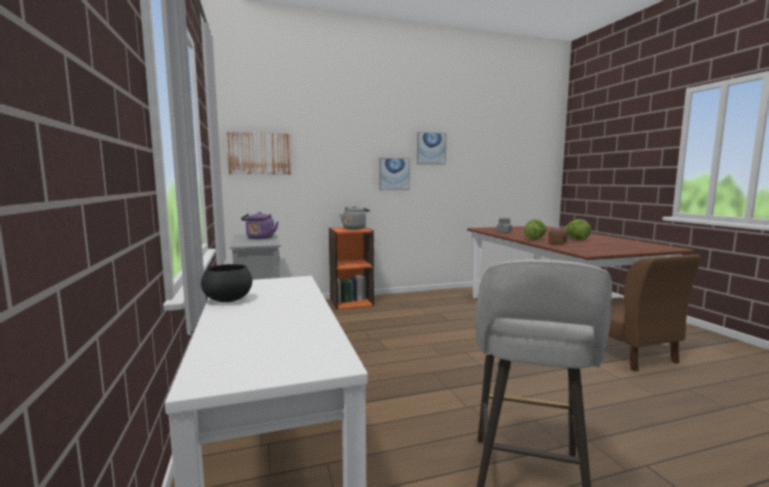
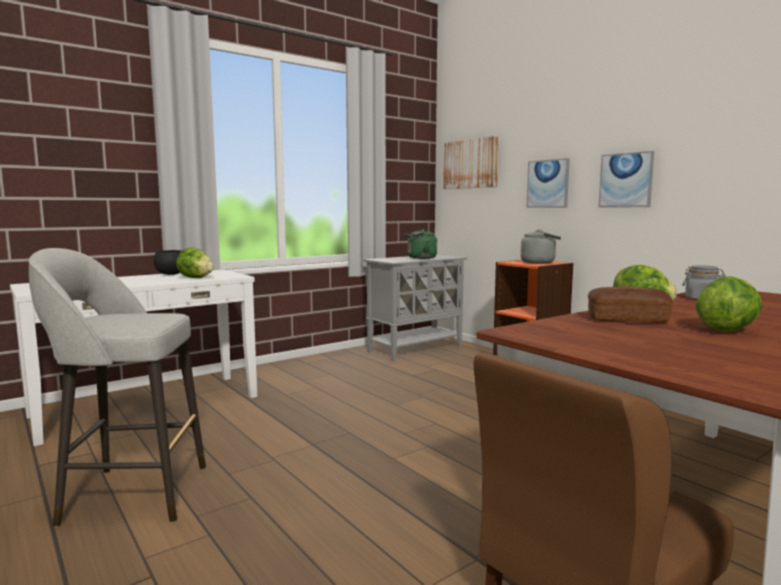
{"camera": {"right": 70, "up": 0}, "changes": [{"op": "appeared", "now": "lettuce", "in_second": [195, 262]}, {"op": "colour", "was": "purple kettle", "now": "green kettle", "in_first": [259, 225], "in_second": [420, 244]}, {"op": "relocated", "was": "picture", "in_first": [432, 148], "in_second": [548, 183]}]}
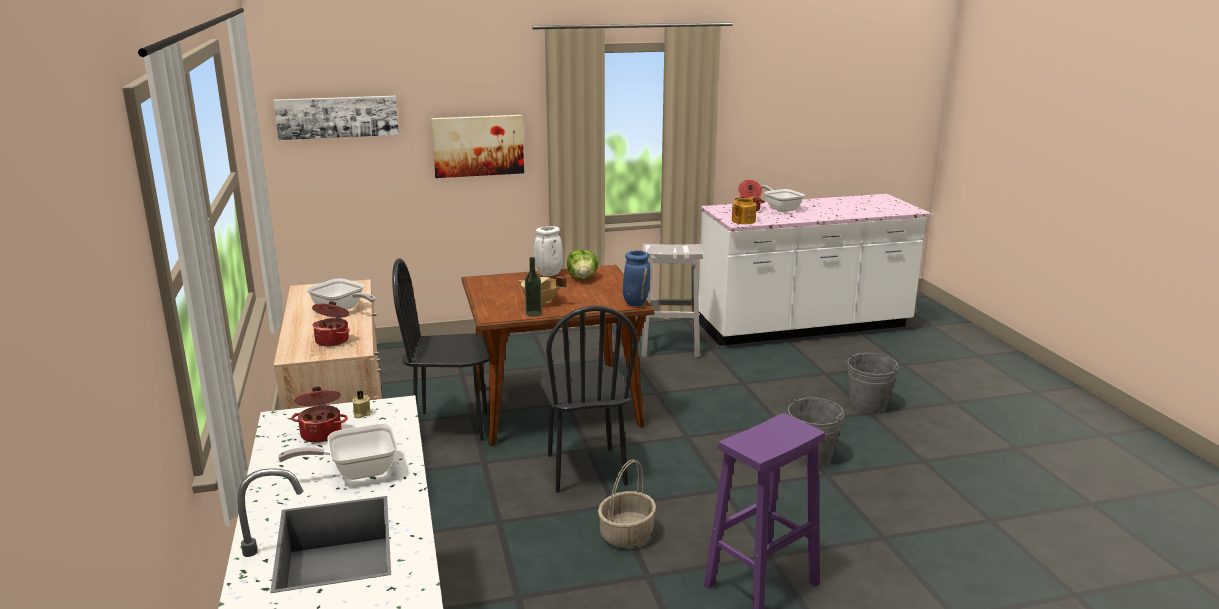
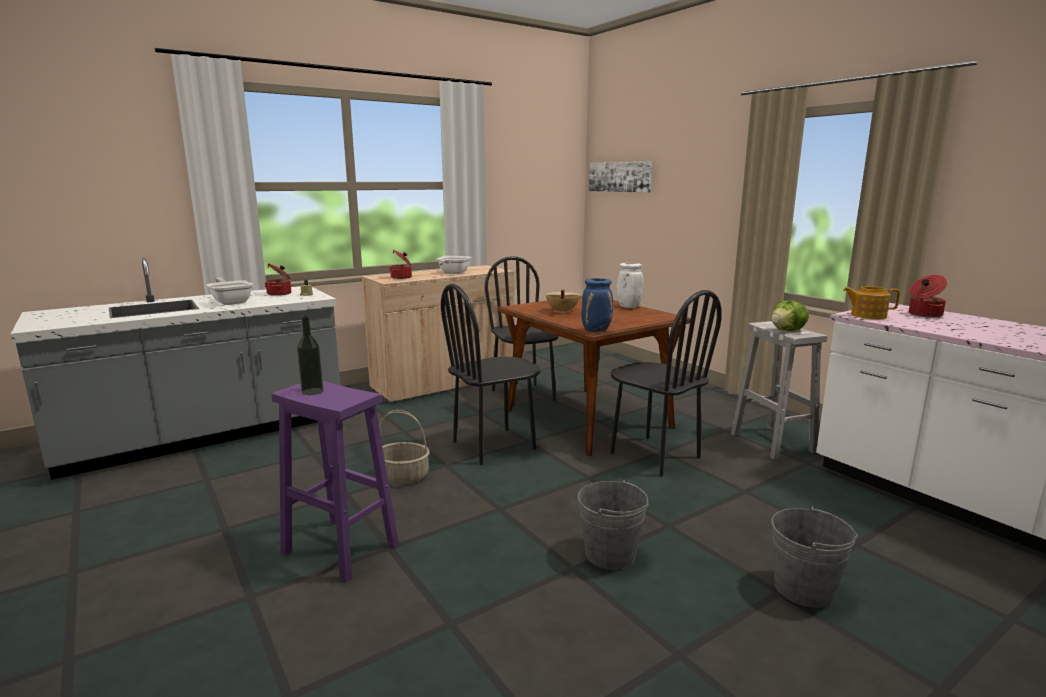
{"camera": {"right": 70, "up": -5}, "changes": [{"op": "relocated", "was": "bottle", "in_first": [533, 287], "in_second": [310, 355]}, {"op": "appeared", "now": "black chair", "in_second": [666, 383]}, {"op": "relocated", "was": "lettuce", "in_first": [583, 264], "in_second": [790, 315]}, {"op": "missing", "was": "picture", "in_first": [477, 146]}, {"op": "missing", "was": "frying pan", "in_first": [783, 198]}]}
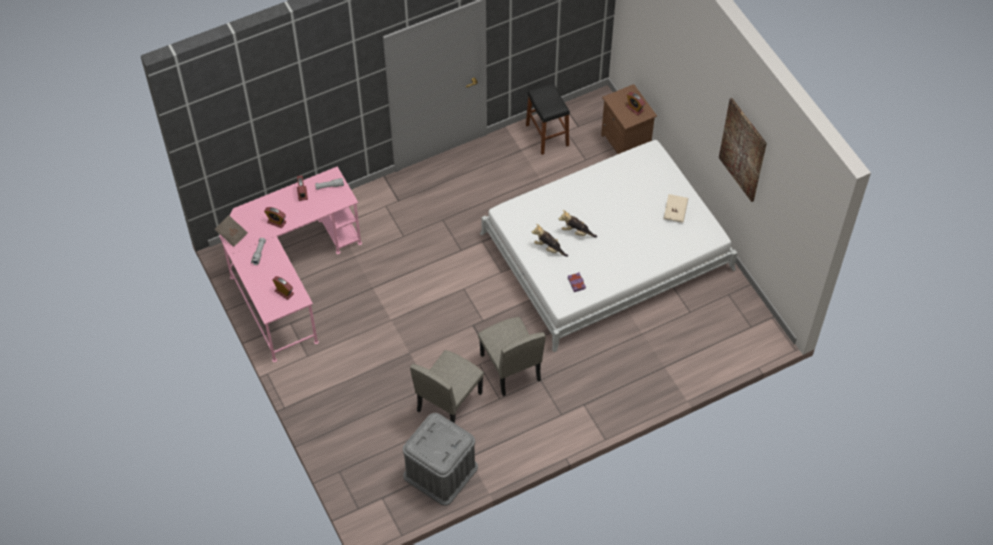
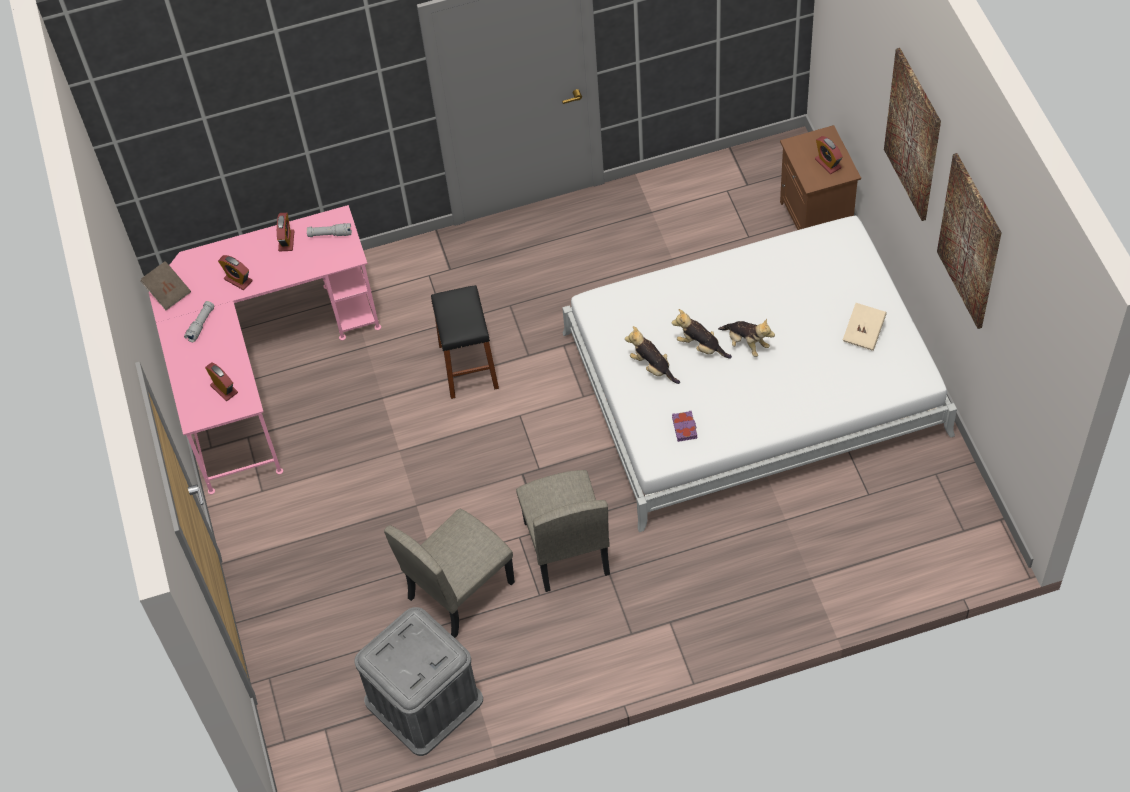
{"camera": {"right": 15, "up": 0}, "changes": [{"op": "relocated", "was": "black stool", "in_first": [548, 119], "in_second": [465, 342]}, {"op": "appeared", "now": "plush toy", "in_second": [746, 338]}, {"op": "appeared", "now": "picture", "in_second": [912, 134]}]}
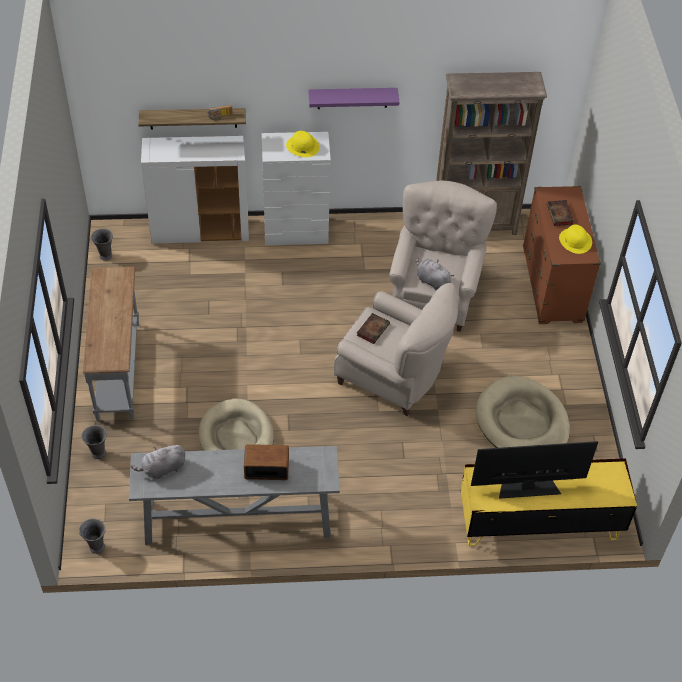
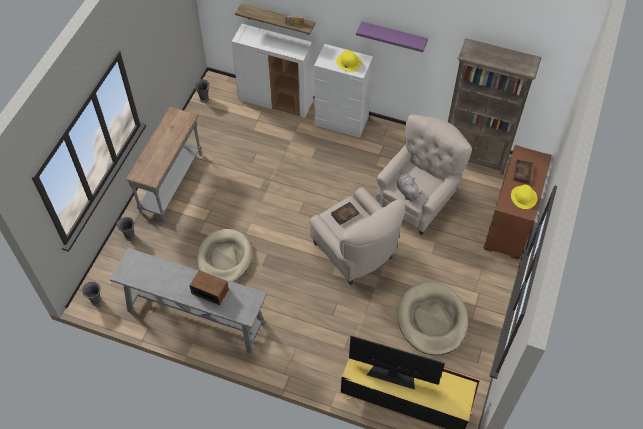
{"camera": {"right": 25, "up": 5}, "changes": [{"op": "missing", "was": "grey plush toy", "in_first": [158, 461]}]}
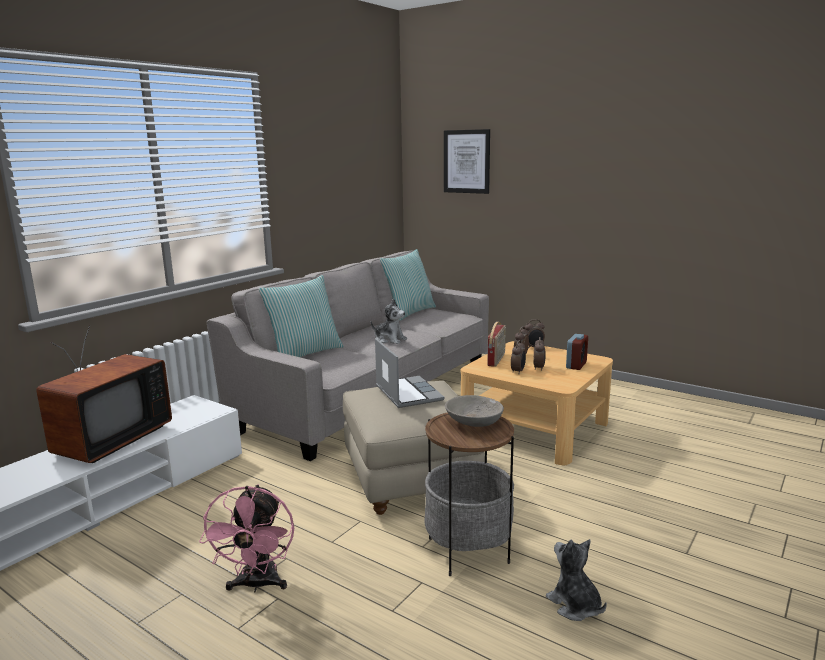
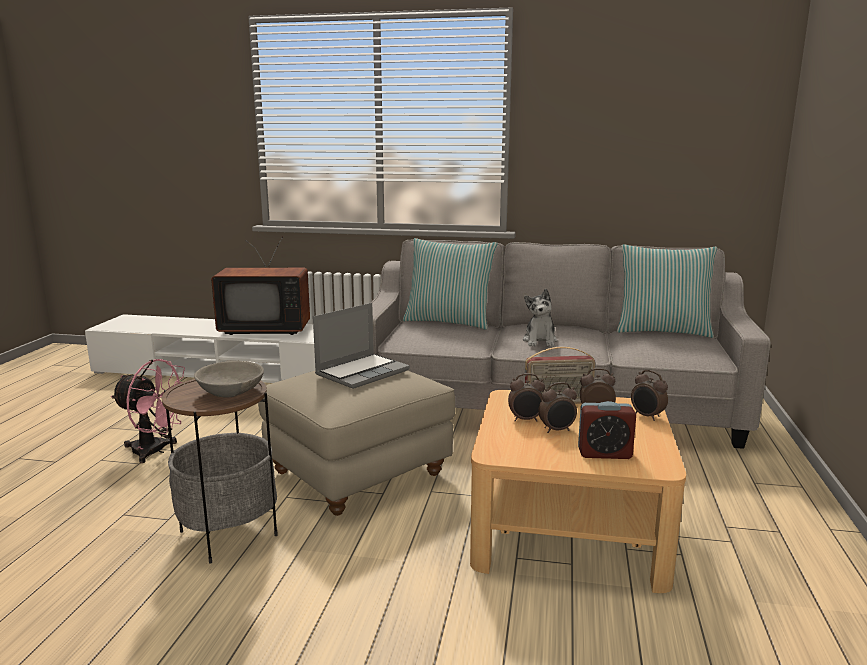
{"camera": {"right": 65, "up": 0}, "changes": [{"op": "spun", "was": "pink fan", "in_first": [246, 538], "in_second": [148, 411], "clockwise": -135}, {"op": "missing", "was": "picture", "in_first": [467, 161]}, {"op": "missing", "was": "plush toy", "in_first": [576, 580]}]}
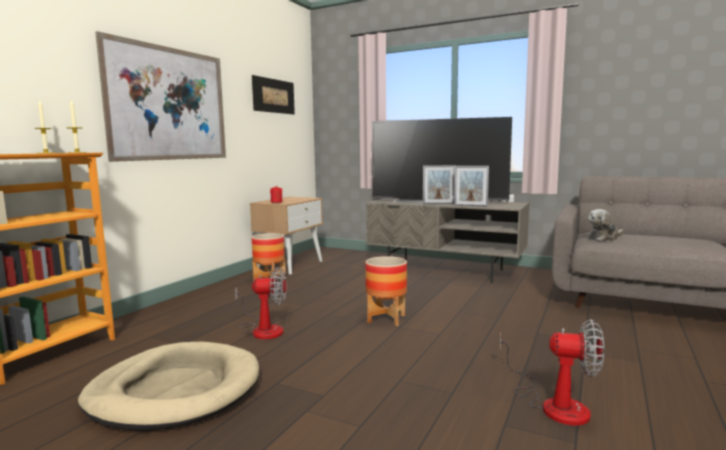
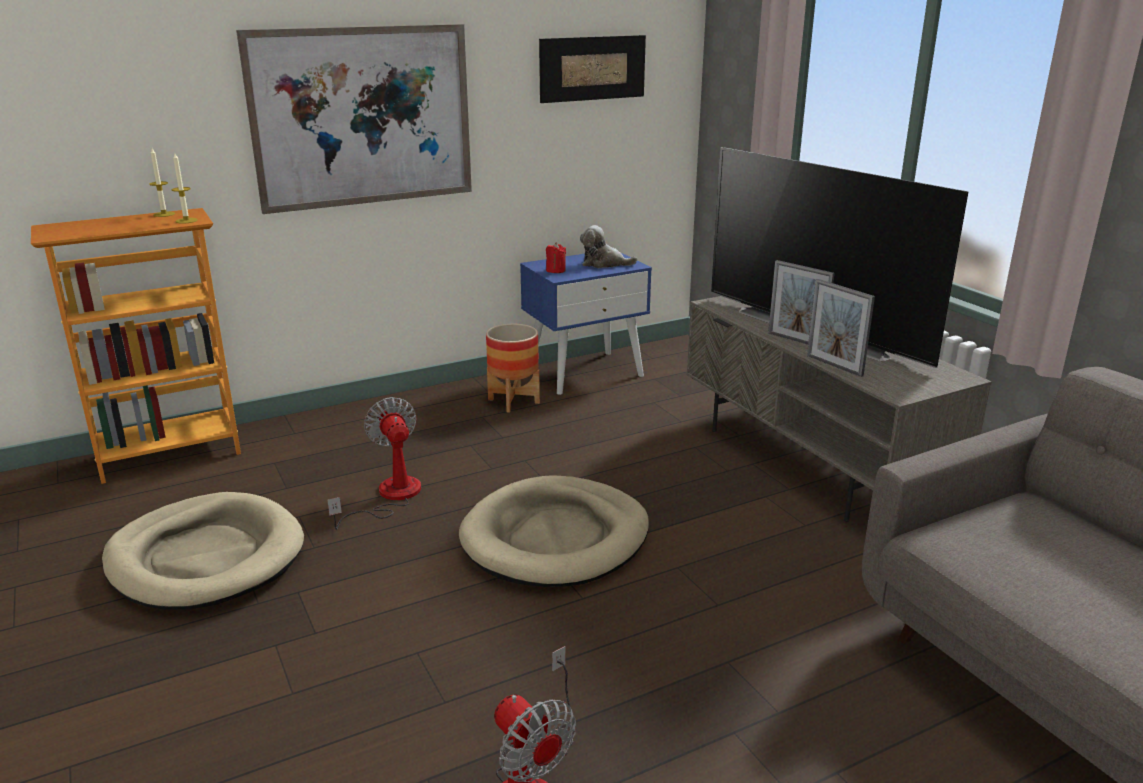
{"camera": {"right": 35, "up": 15}, "changes": [{"op": "spun", "was": "fan", "in_first": [261, 303], "in_second": [374, 463], "clockwise": -150}, {"op": "exchanged", "was": "planter", "now": "beige dog bed", "in_first": [386, 291], "in_second": [554, 531]}, {"op": "colour", "was": "beige nightstand", "now": "blue nightstand", "in_first": [286, 235], "in_second": [586, 323]}, {"op": "relocated", "was": "plush toy", "in_first": [606, 225], "in_second": [608, 246]}]}
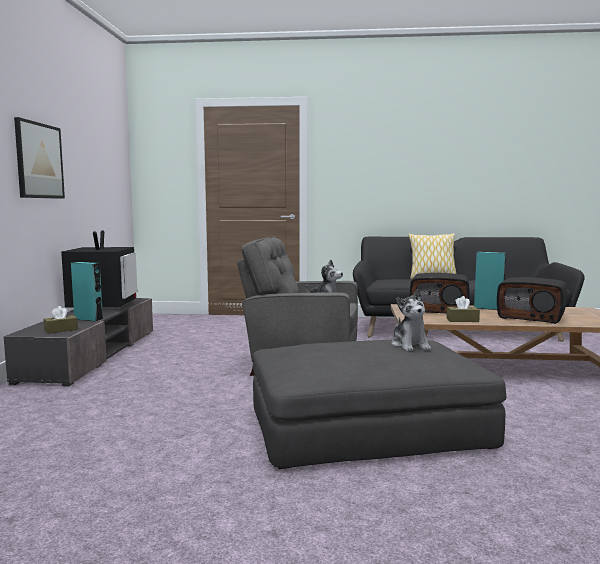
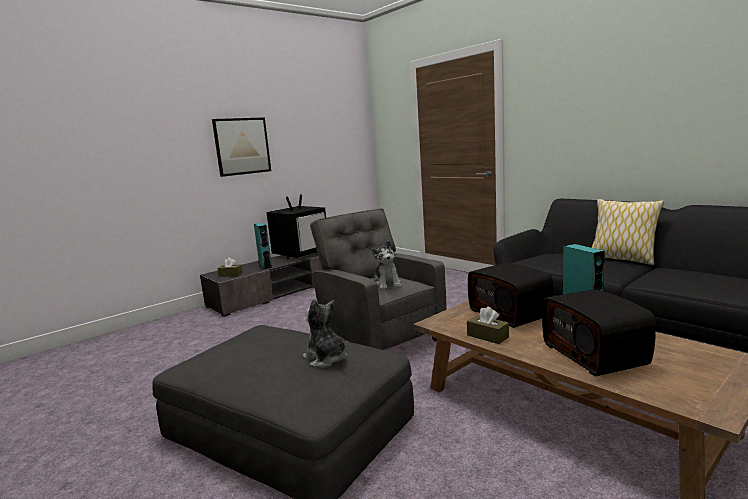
{"camera": {"right": 45, "up": 5}, "changes": [{"op": "spun", "was": "plush toy", "in_first": [411, 320], "in_second": [325, 333], "clockwise": 105}]}
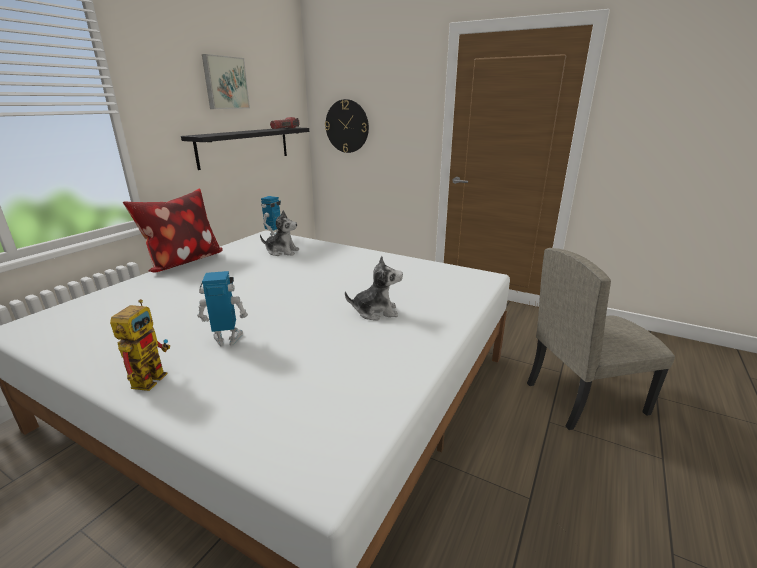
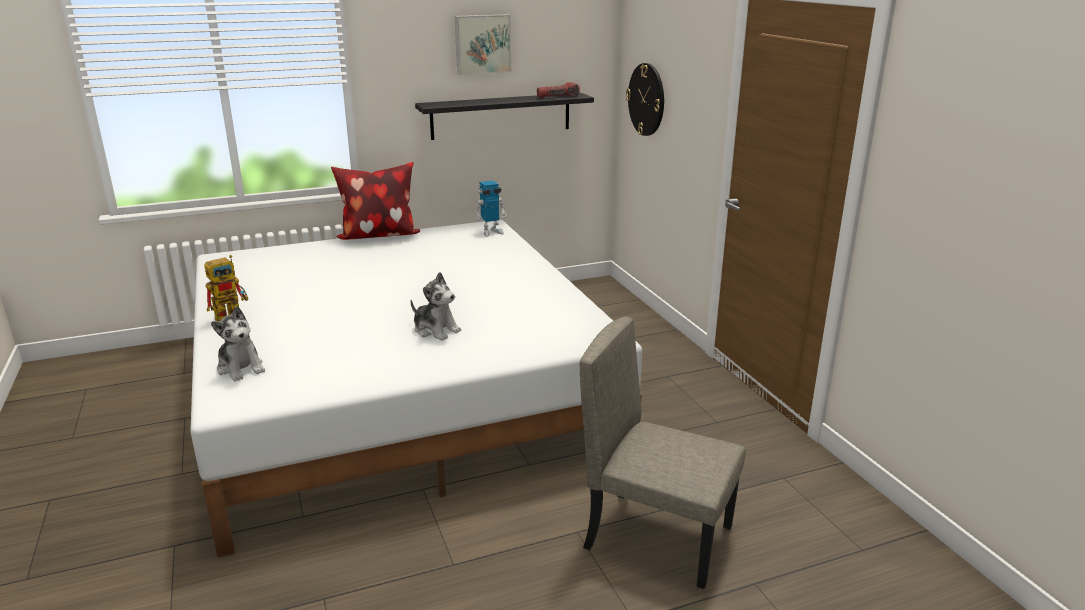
{"camera": {"right": 40, "up": 0}, "changes": [{"op": "relocated", "was": "plush toy", "in_first": [279, 233], "in_second": [238, 343]}, {"op": "missing", "was": "toy robot", "in_first": [222, 308]}]}
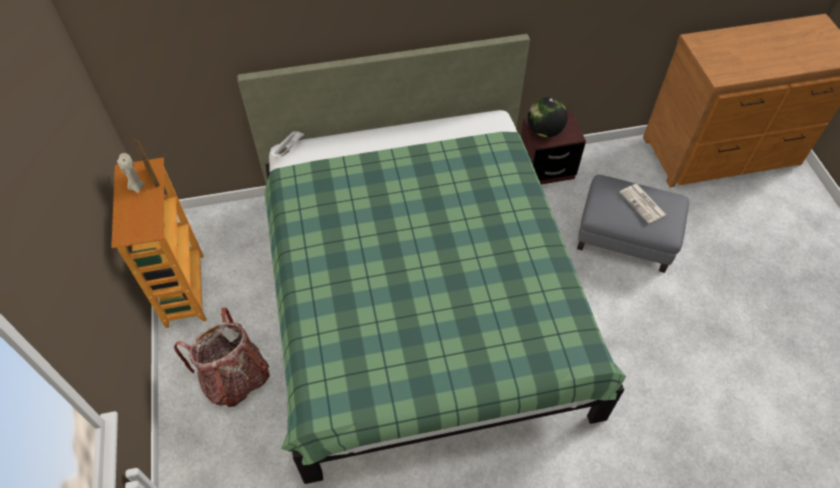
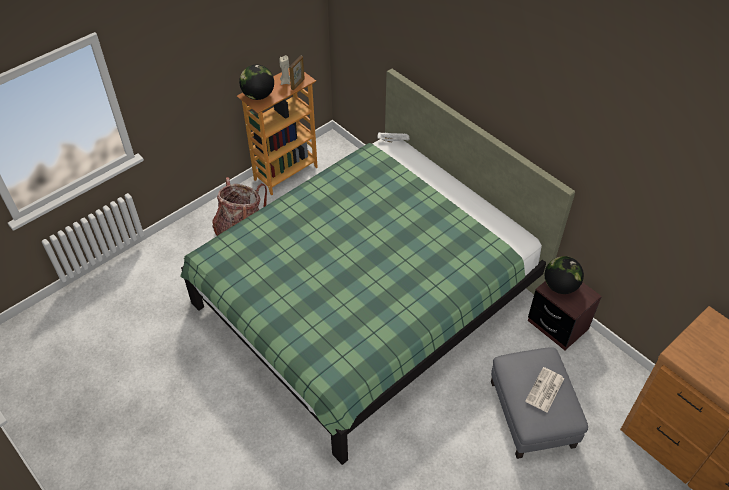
{"camera": {"right": 60, "up": -5}, "changes": [{"op": "appeared", "now": "globe", "in_second": [256, 82]}]}
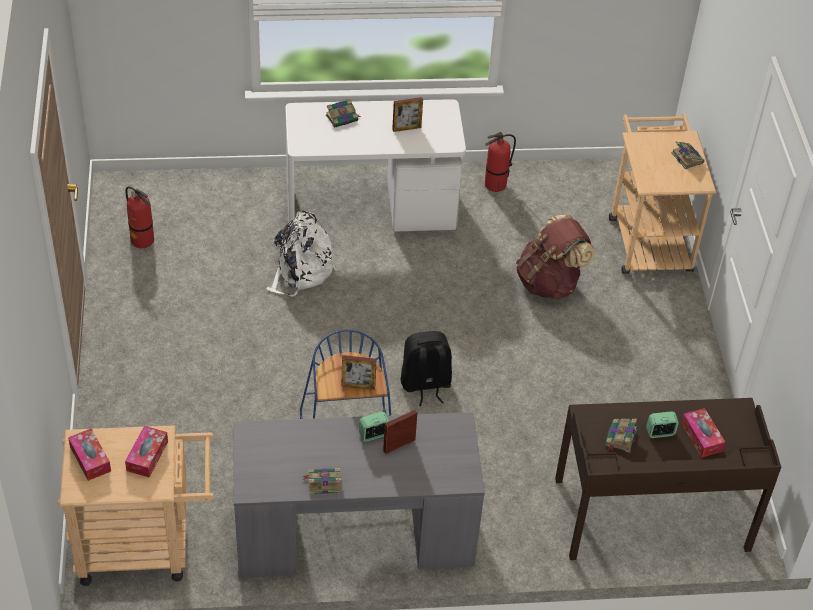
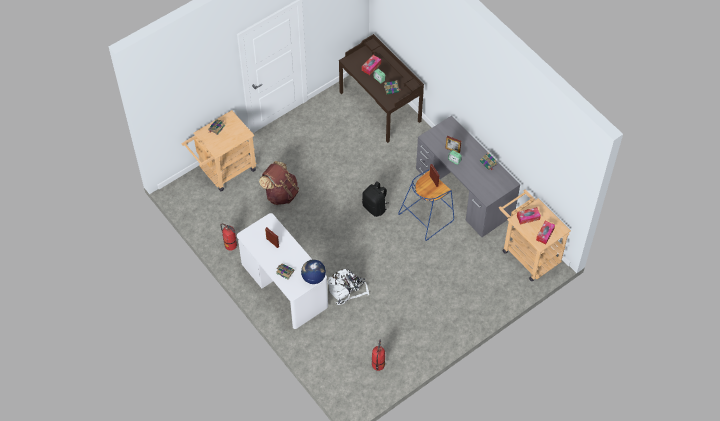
{"camera": {"right": -120, "up": 10}, "changes": [{"op": "appeared", "now": "globe", "in_second": [313, 272]}]}
